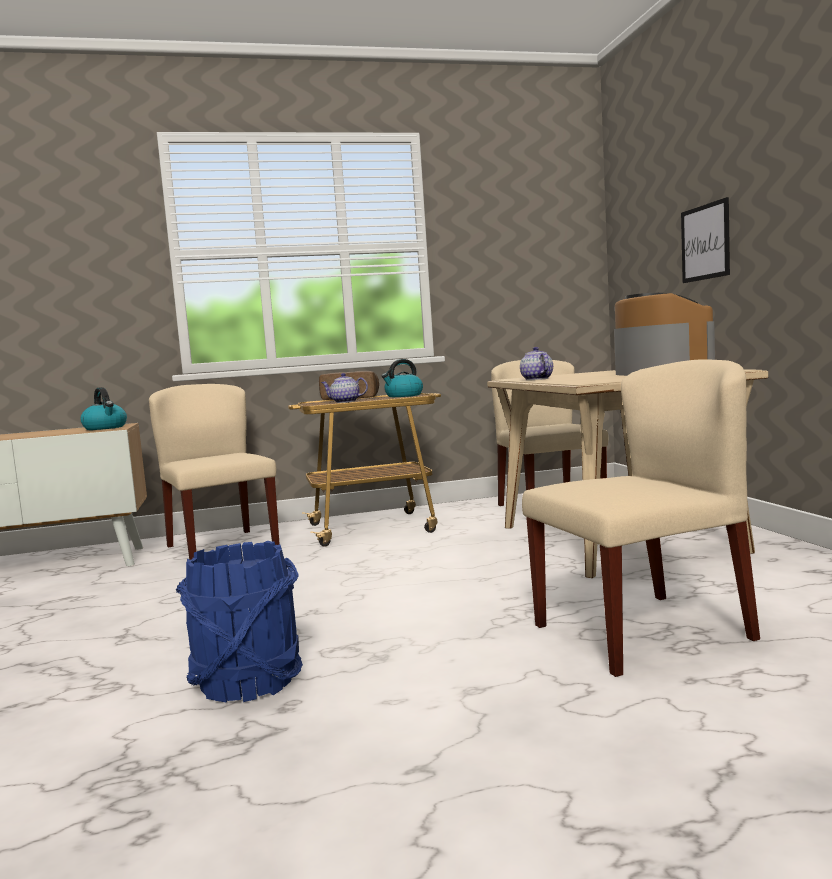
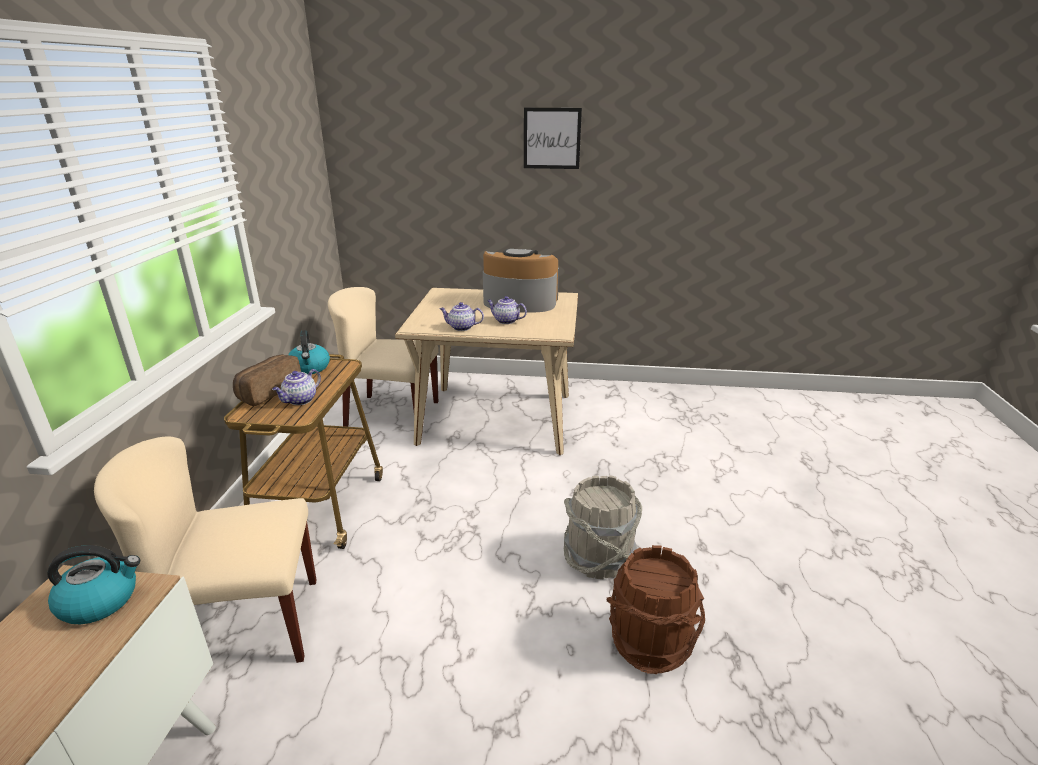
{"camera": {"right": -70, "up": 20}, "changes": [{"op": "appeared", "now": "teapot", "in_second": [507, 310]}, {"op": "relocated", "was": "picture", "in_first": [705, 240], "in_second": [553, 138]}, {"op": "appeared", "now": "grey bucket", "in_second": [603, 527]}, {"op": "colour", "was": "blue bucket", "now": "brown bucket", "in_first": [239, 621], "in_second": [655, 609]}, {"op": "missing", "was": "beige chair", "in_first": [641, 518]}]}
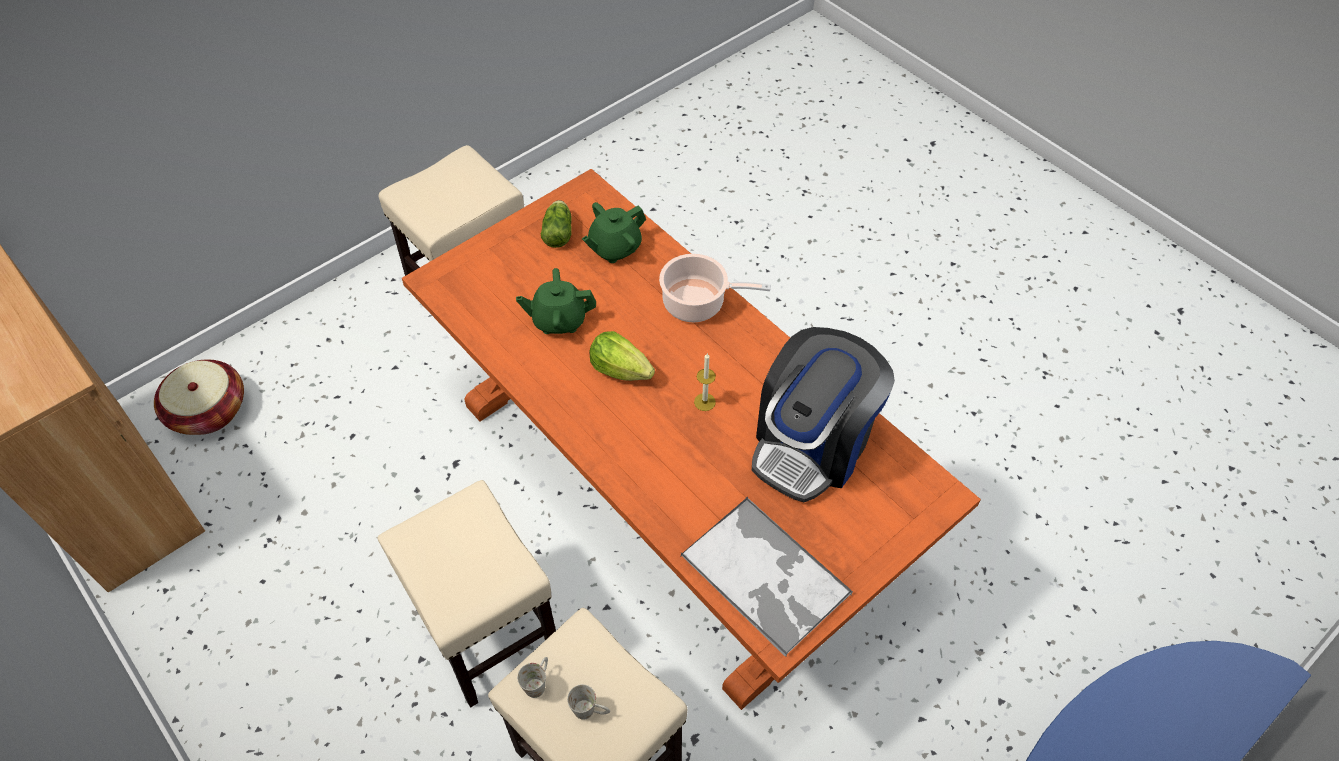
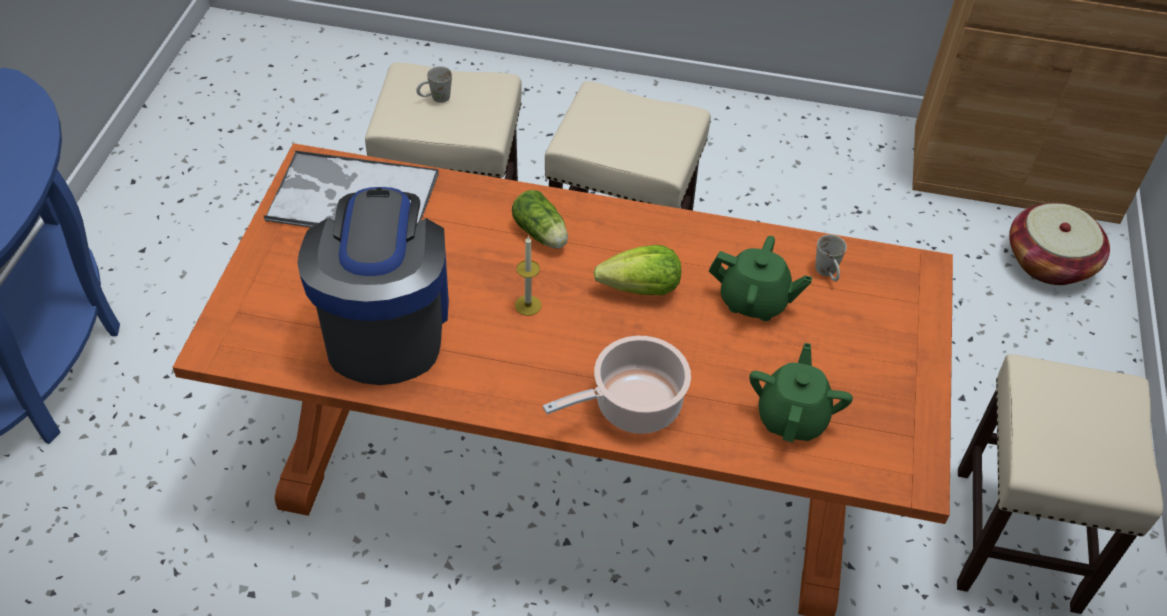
{"camera": {"right": 140, "up": -5}, "changes": [{"op": "relocated", "was": "lettuce", "in_first": [556, 224], "in_second": [540, 219]}, {"op": "spun", "was": "green teapot", "in_first": [556, 301], "in_second": [760, 278], "clockwise": 60}, {"op": "relocated", "was": "white mug", "in_first": [532, 677], "in_second": [831, 258]}]}
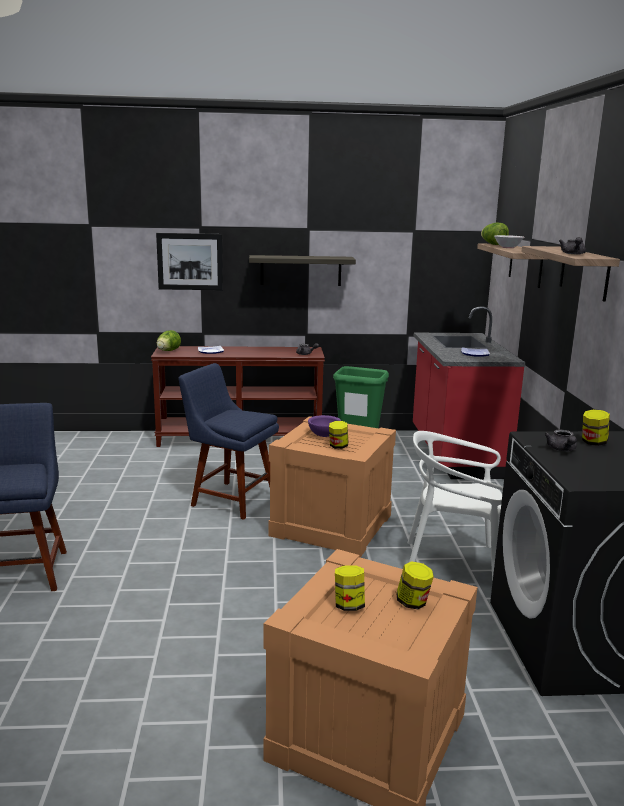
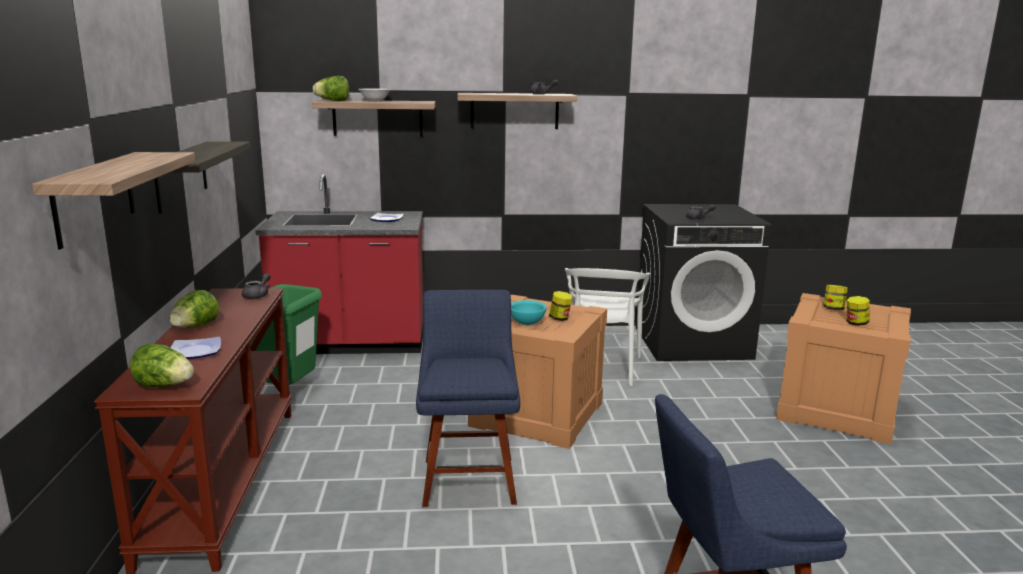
{"camera": {"right": -90, "up": 0}, "changes": [{"op": "exchanged", "was": "picture", "now": "shelf", "in_first": [189, 261], "in_second": [113, 200]}, {"op": "appeared", "now": "lettuce", "in_second": [194, 309]}, {"op": "spun", "was": "blue chair", "in_first": [228, 441], "in_second": [468, 398], "clockwise": 150}, {"op": "colour", "was": "purple bowl", "now": "turquoise bowl", "in_first": [324, 426], "in_second": [529, 312]}, {"op": "missing", "was": "jar", "in_first": [596, 427]}]}
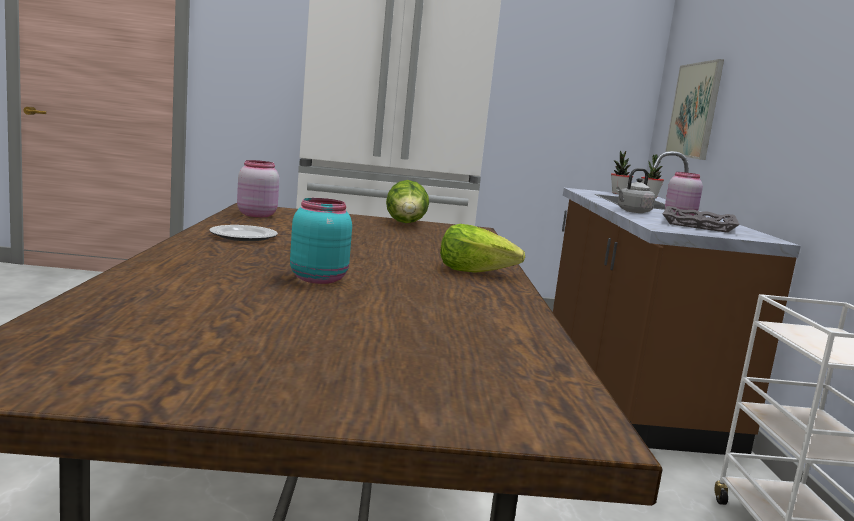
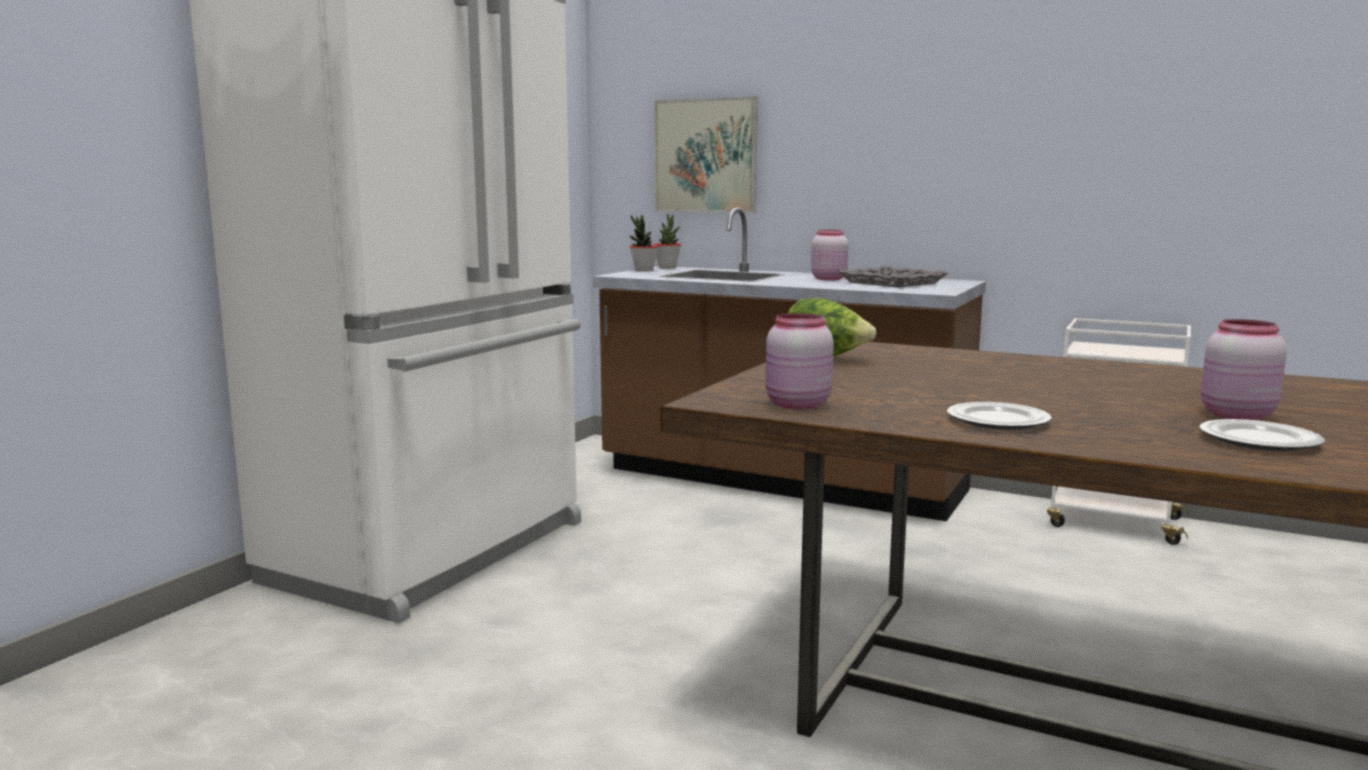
{"camera": {"right": -60, "up": 0}, "changes": [{"op": "appeared", "now": "plate", "in_second": [1261, 435]}, {"op": "colour", "was": "turquoise jar", "now": "pink jar", "in_first": [321, 241], "in_second": [1244, 369]}, {"op": "missing", "was": "lettuce", "in_first": [482, 248]}, {"op": "missing", "was": "grey kettle", "in_first": [635, 190]}]}
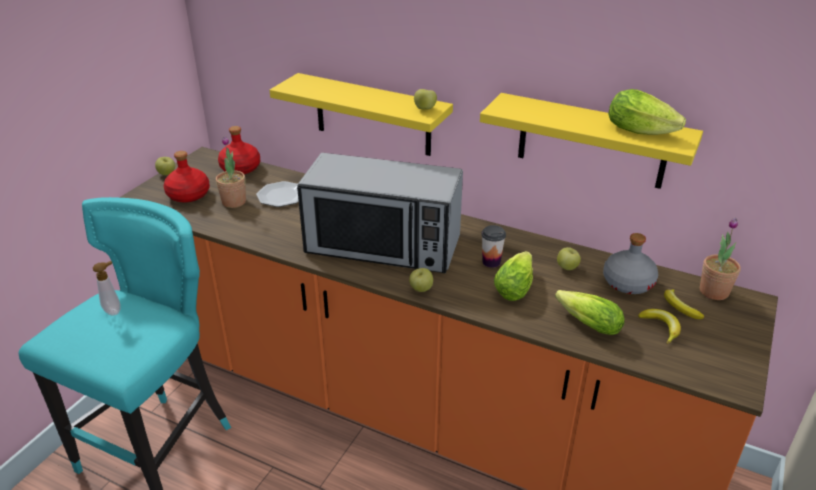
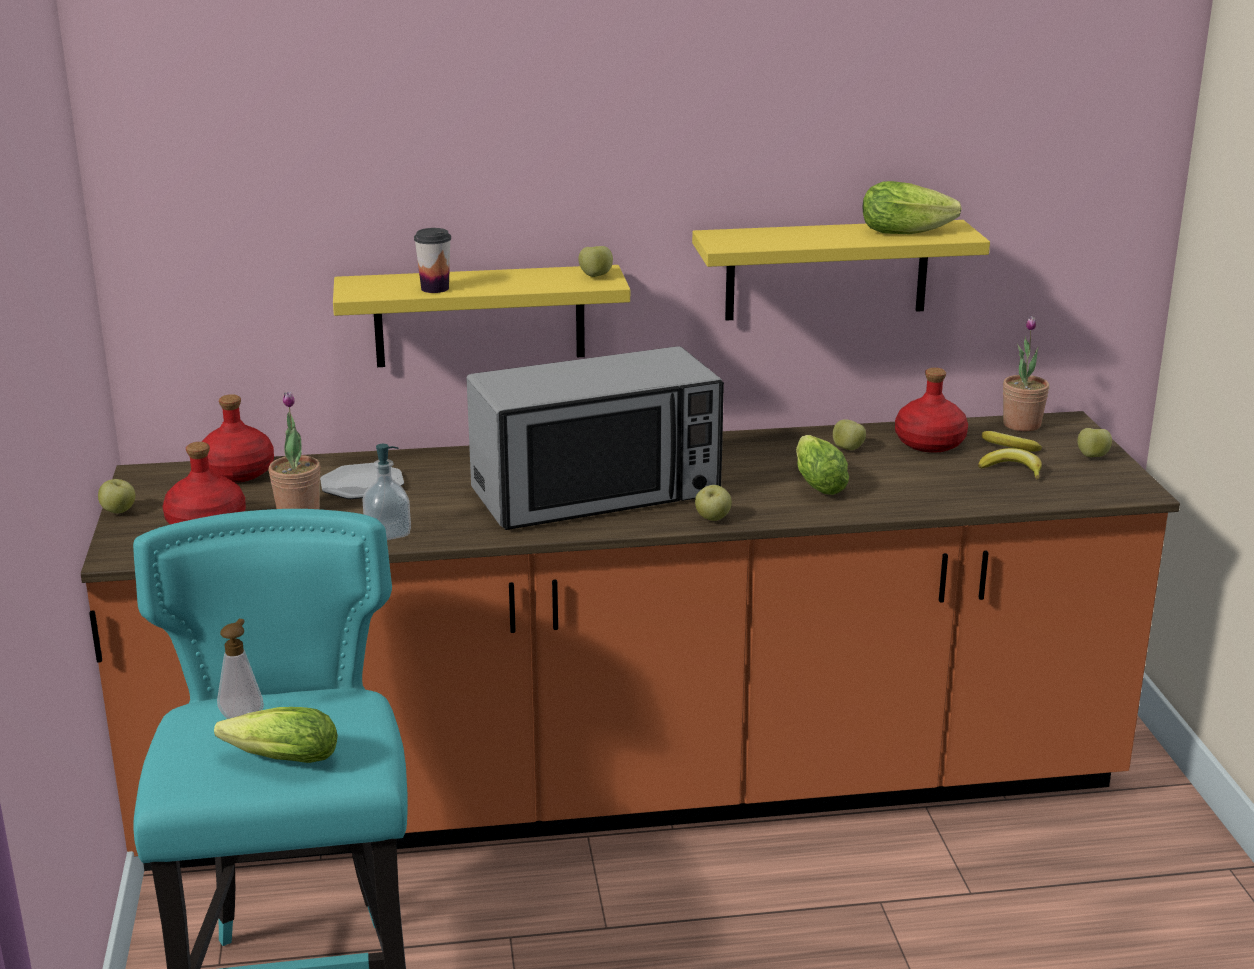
{"camera": {"right": -35, "up": -10}, "changes": [{"op": "relocated", "was": "lettuce", "in_first": [590, 312], "in_second": [276, 735]}, {"op": "appeared", "now": "soap dispenser", "in_second": [386, 492]}, {"op": "relocated", "was": "cup", "in_first": [493, 246], "in_second": [432, 260]}, {"op": "colour", "was": "grey bottle", "now": "red bottle", "in_first": [630, 263], "in_second": [931, 410]}, {"op": "appeared", "now": "apple", "in_second": [1094, 442]}]}
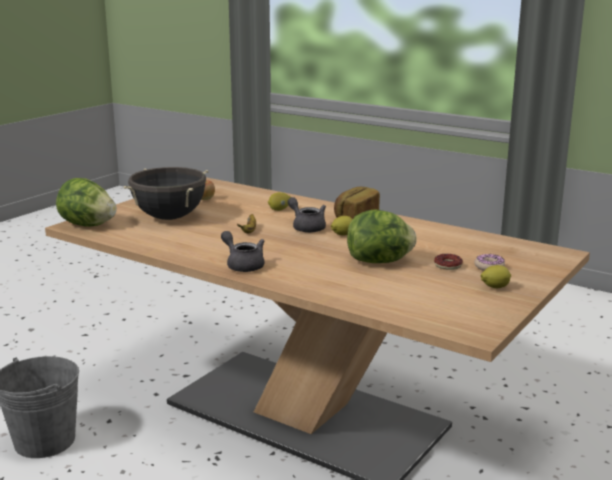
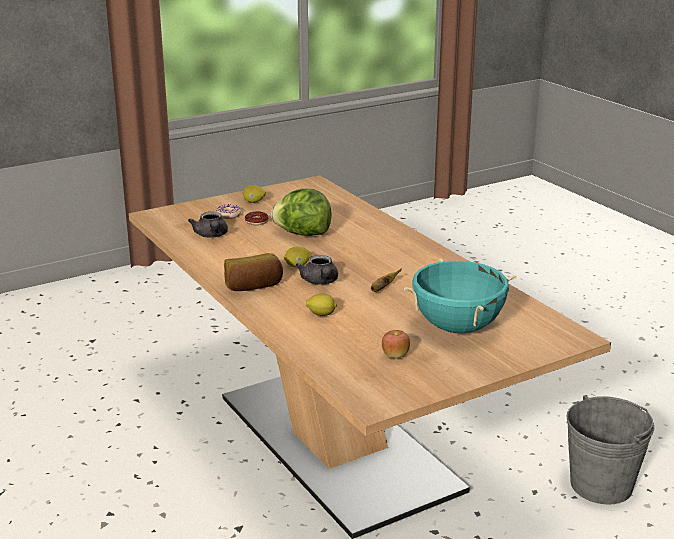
{"camera": {"right": -155, "up": 5}, "changes": [{"op": "relocated", "was": "grey teapot", "in_first": [242, 251], "in_second": [208, 225]}, {"op": "colour", "was": "black cooking pot", "now": "turquoise cooking pot", "in_first": [166, 193], "in_second": [459, 295]}, {"op": "missing", "was": "lettuce", "in_first": [86, 202]}]}
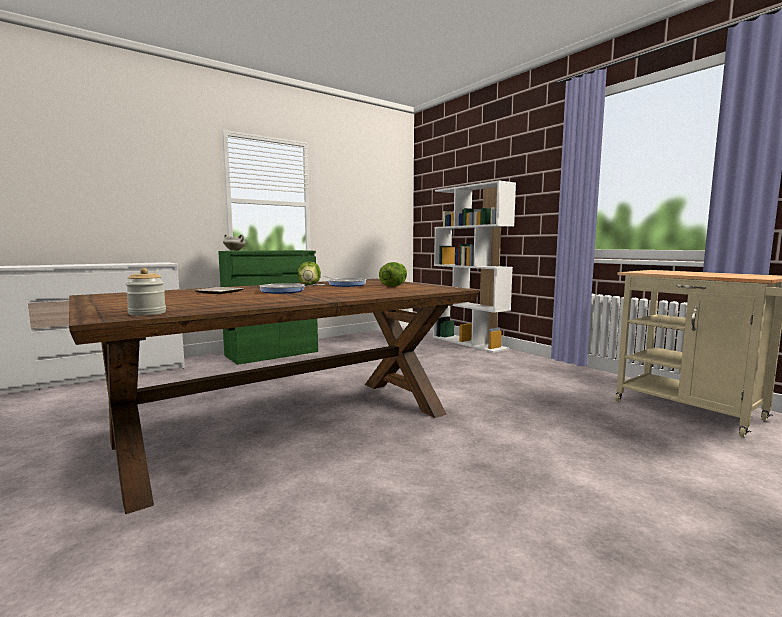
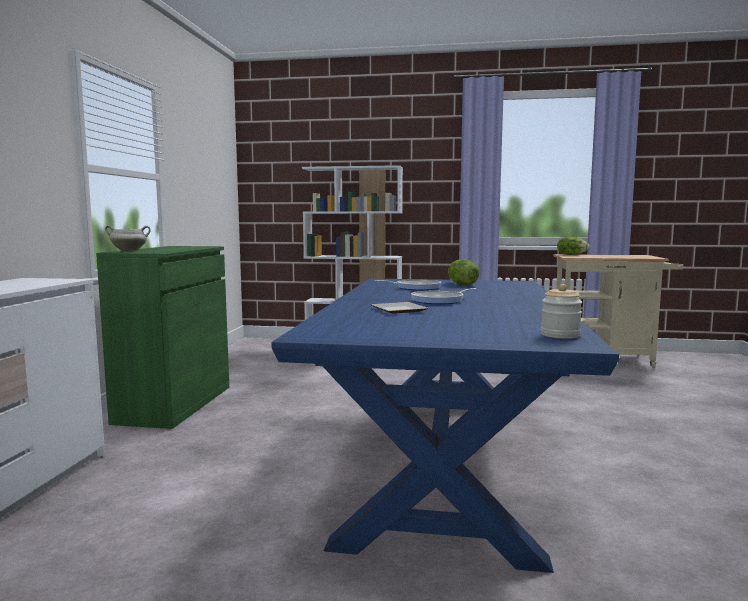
{"camera": {"right": -45, "up": 0}, "changes": [{"op": "colour", "was": "brown dining table", "now": "blue dining table", "in_first": [274, 396], "in_second": [445, 425]}, {"op": "relocated", "was": "lettuce", "in_first": [309, 273], "in_second": [573, 246]}]}
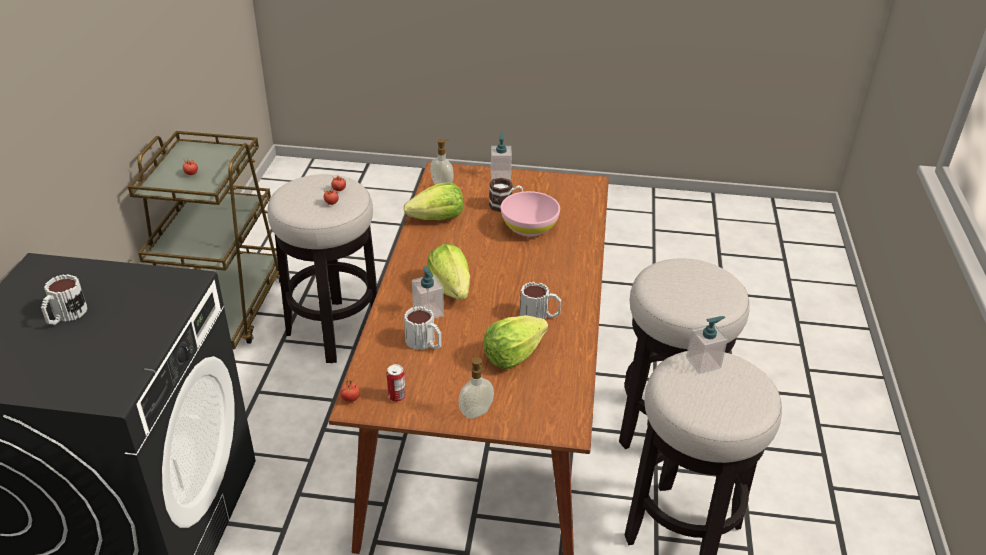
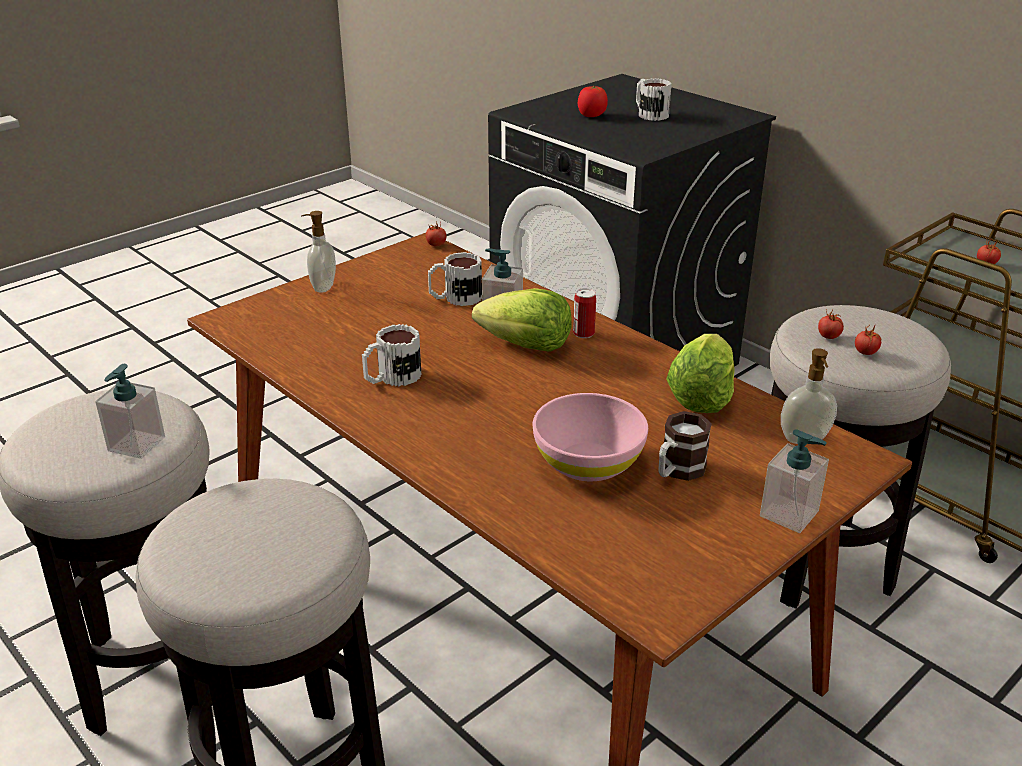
{"camera": {"right": 130, "up": -5}, "changes": [{"op": "relocated", "was": "can", "in_first": [396, 383], "in_second": [584, 313]}, {"op": "appeared", "now": "tomato", "in_second": [593, 101]}, {"op": "missing", "was": "lettuce", "in_first": [515, 342]}]}
